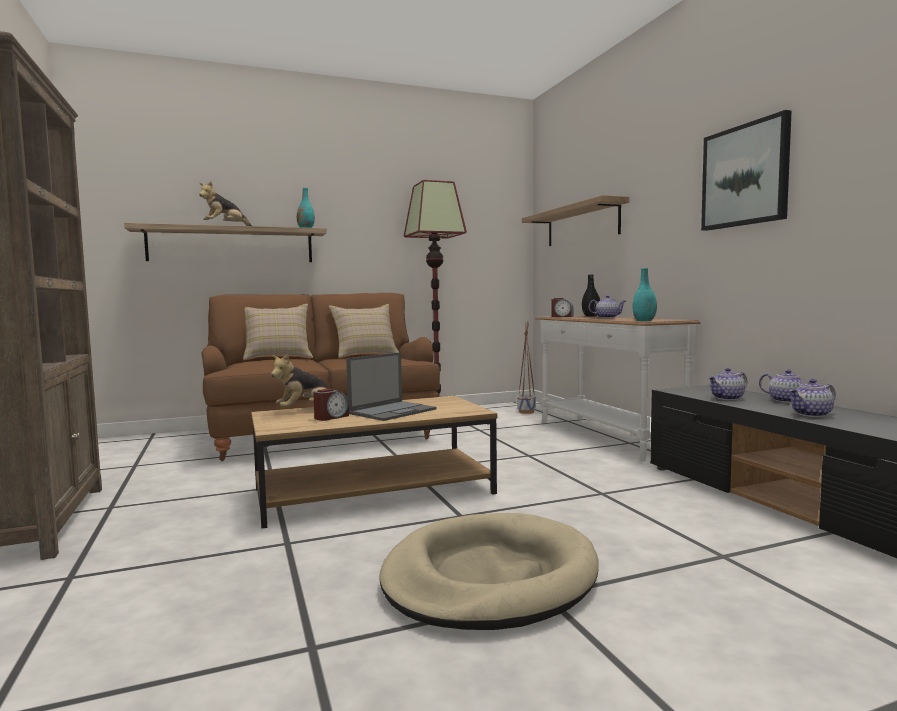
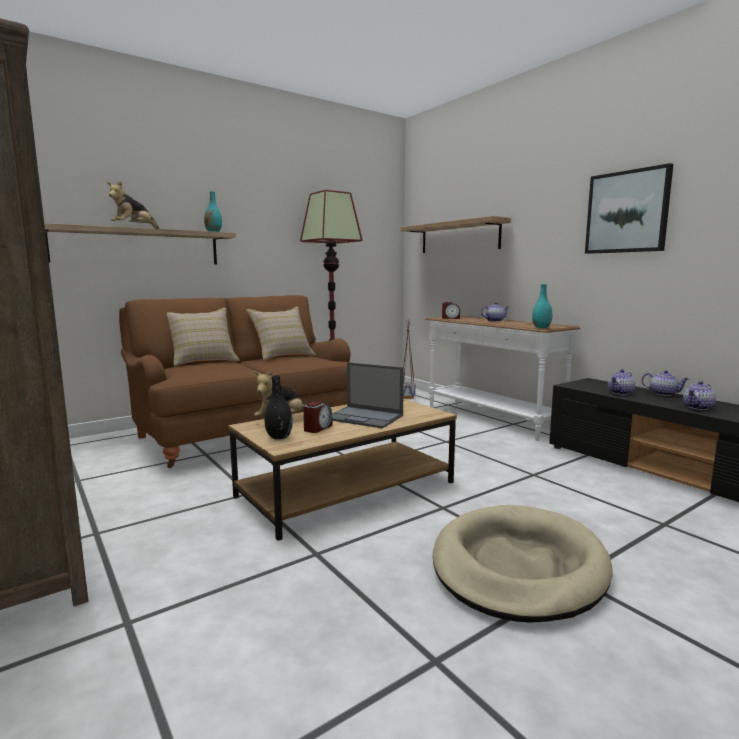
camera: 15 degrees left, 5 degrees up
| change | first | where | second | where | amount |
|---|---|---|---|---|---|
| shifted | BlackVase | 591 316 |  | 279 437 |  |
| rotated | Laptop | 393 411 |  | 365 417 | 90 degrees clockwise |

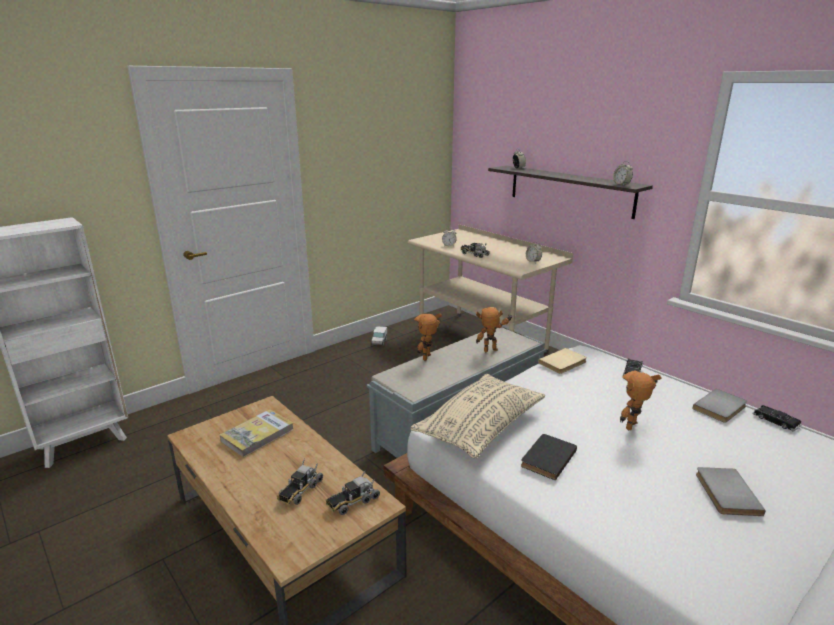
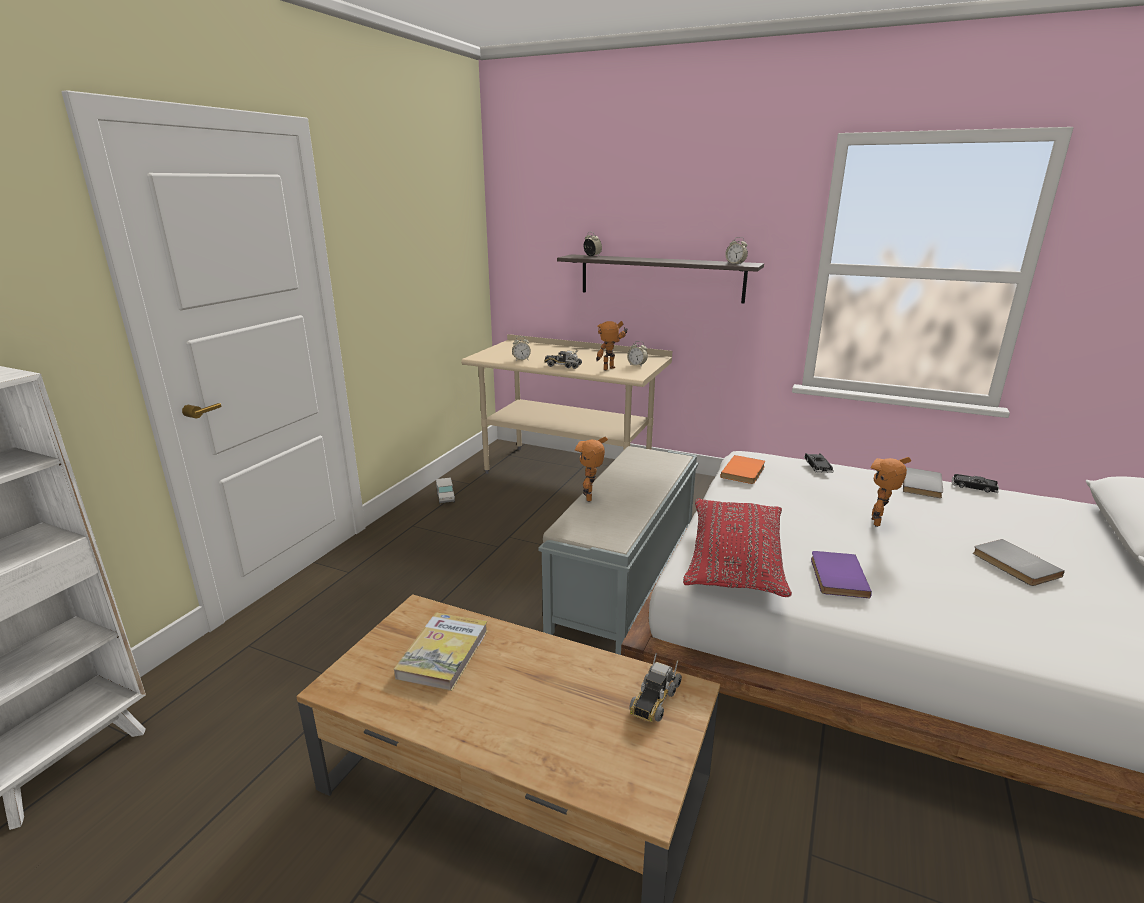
camera: 25 degrees left, 0 degrees up
| change | first | where | second | where | amount |
|---|---|---|---|---|---|
| gone | ToyTruck | 300 490 |  |  |  |
| shifted | ToyRobot | 492 352 |  | 611 369 |  |
| repainted | BeigePillow | 480 426 | RedPillow | 734 561 |  |
| repainted | BlackBook | 546 457 | PurpleBook | 836 576 |  |
| repainted | BeigeBook | 563 363 | OrangeBook | 745 472 |  |

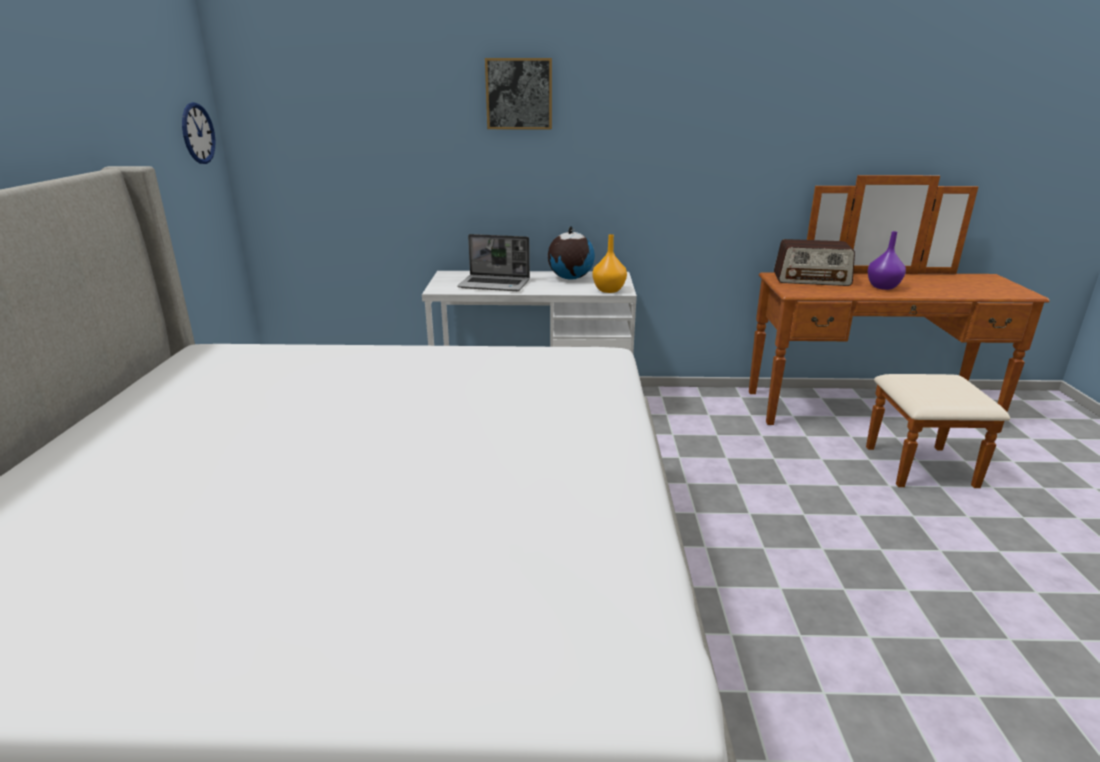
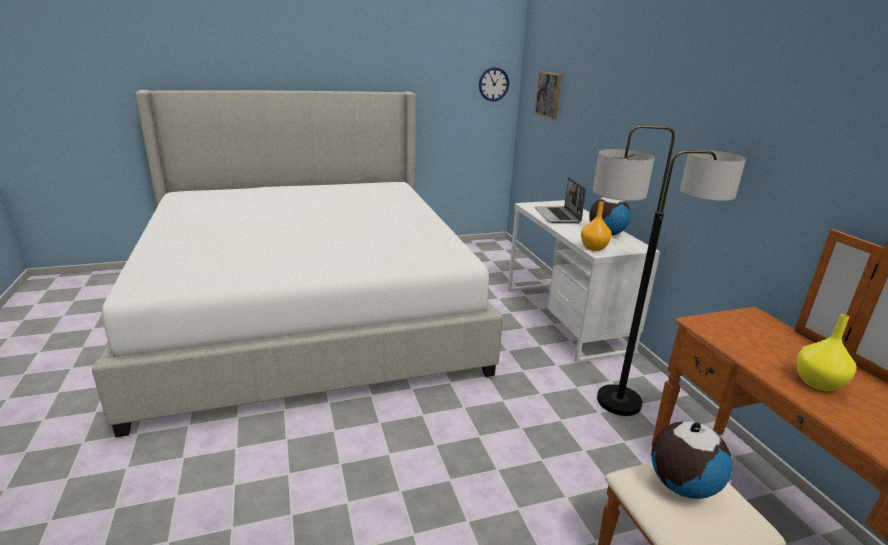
camera: 70 degrees right, 0 degrees up
| change | first | where | second | where | amount |
|---|---|---|---|---|---|
| gone | Radio | 811 279 |  |  |  |
| new |  |  | FloorLamp | 619 401 |  |
| new |  |  | Globe | 681 485 |  |
| shifted | Picture | 519 94 |  | 548 94 |  |
| repainted | PurpleVase | 883 287 | YellowVase | 818 384 |  |

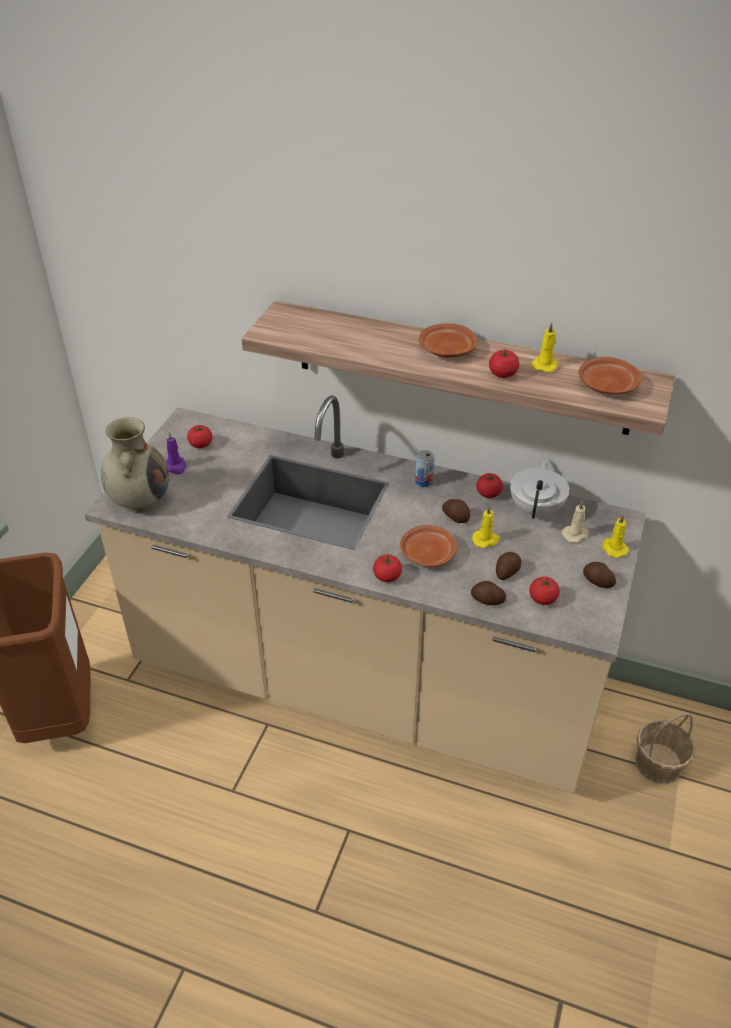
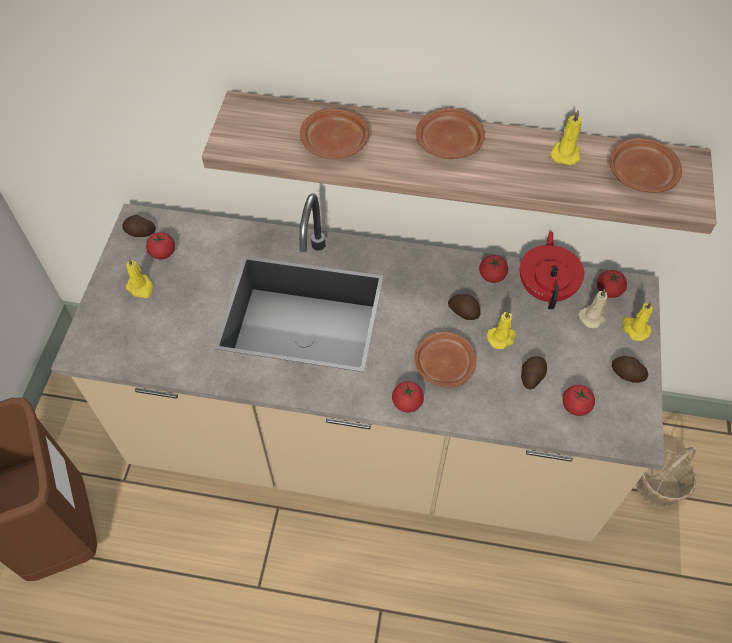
camera: 10 degrees left, 15 degrees up
| change | first | where | second | where | amount |
|---|---|---|---|---|---|
| gone | BeigeVase | 140 500 |  |  |  |
| gone | Can | 423 481 |  |  |  |
| new |  |  | BrownPlate | 335 143 |  |
| shifted | Potato | 487 601 |  | 140 233 |  |
| shifted | Tomato | 502 374 |  | 608 290 |  |
| repainted | PurpleCandle | 175 467 | YellowCandle | 141 288 |  |
| repainted | WhiteTeapot | 536 509 | RedTeapot | 546 288 |  |

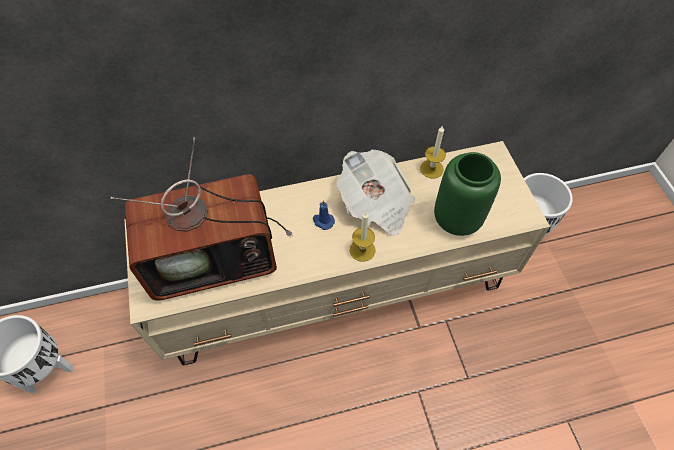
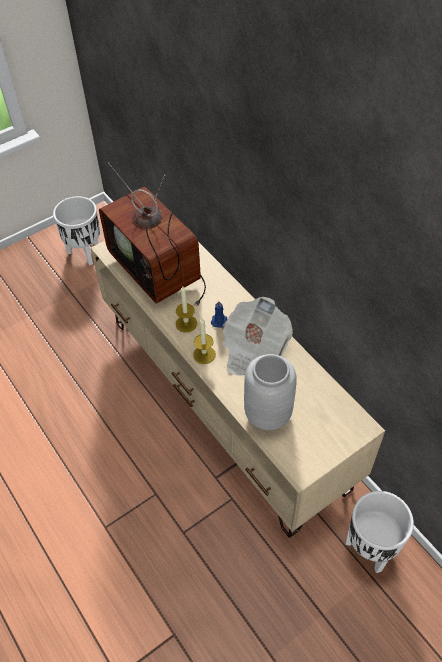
camera: 70 degrees right, 5 degrees down
| change | first | where | second | where | amount |
|---|---|---|---|---|---|
| shifted | Candle | 431 169 |  | 186 323 |  |
| repainted | GreenVase | 457 218 | GreyVase | 269 413 |  |

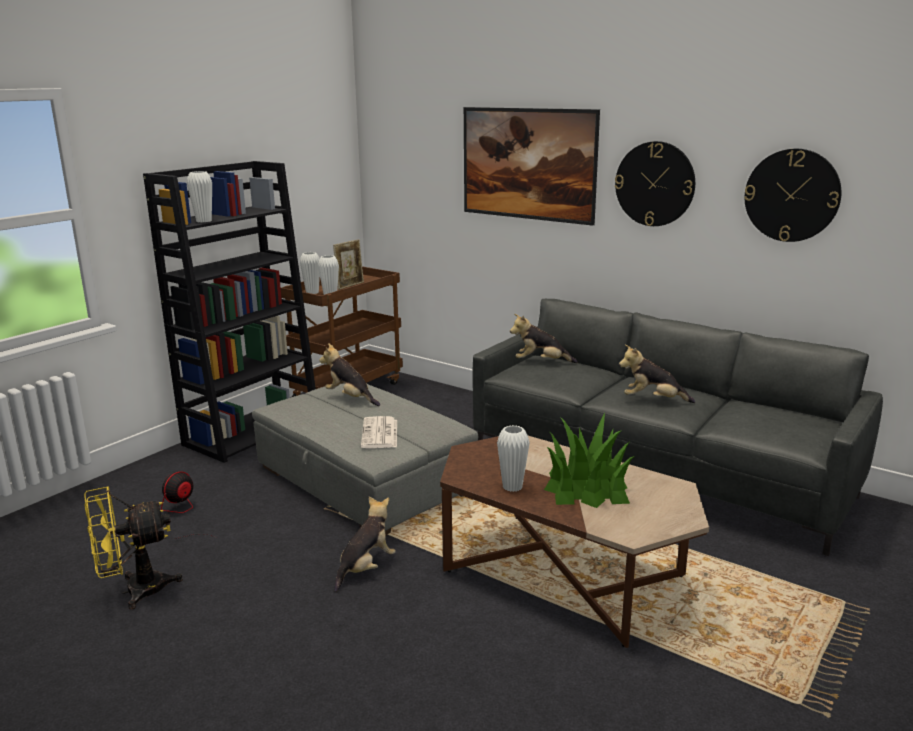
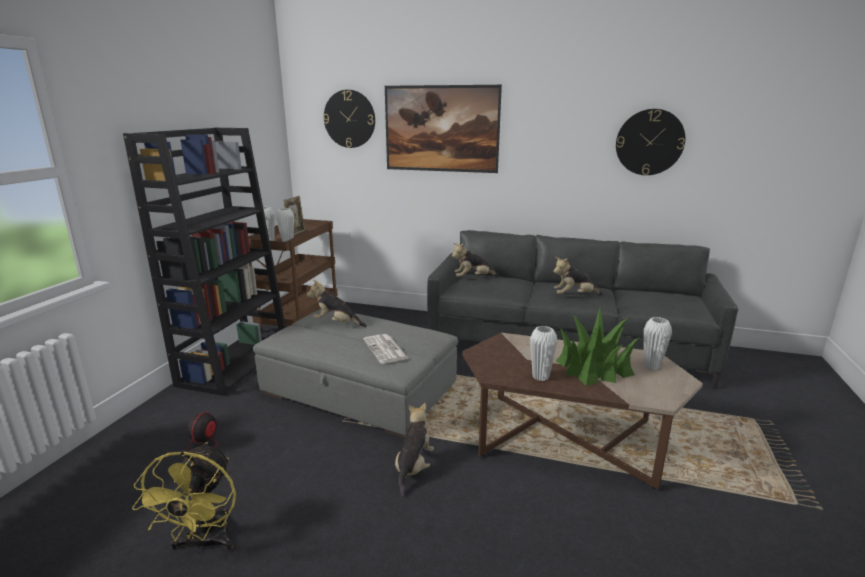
camera: 20 degrees left, 0 degrees up
| change | first | where | second | where | amount |
|---|---|---|---|---|---|
| shifted | WhiteVase | 204 221 |  | 651 366 |  |
| shifted | WallClock | 655 184 |  | 349 119 |  |
| rotated | YellowFan | 135 591 |  | 204 544 | 45 degrees counterclockwise |

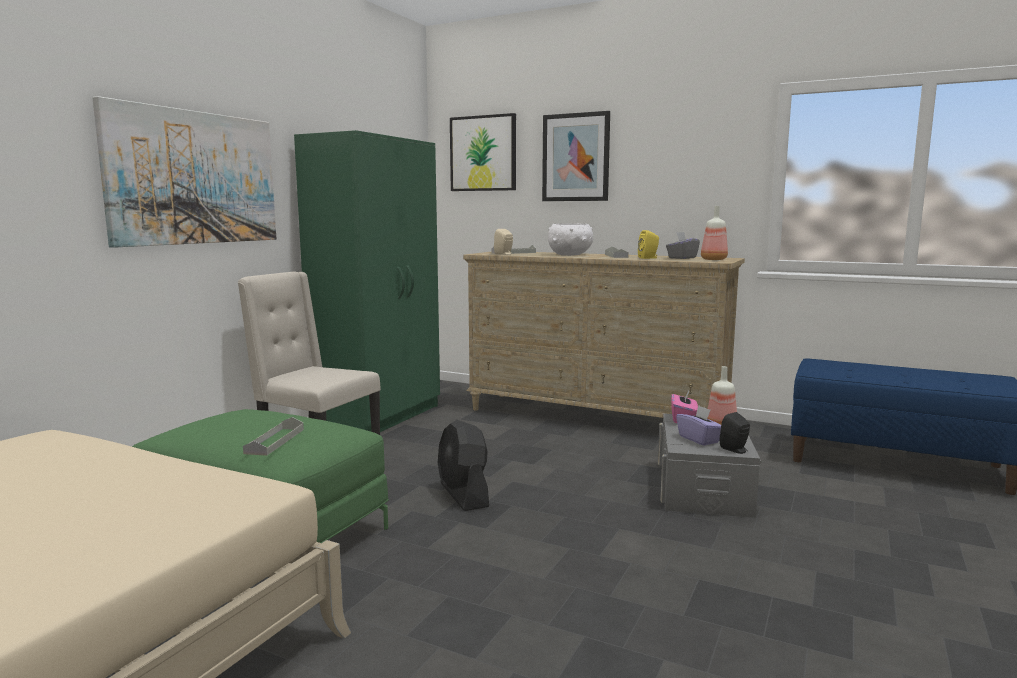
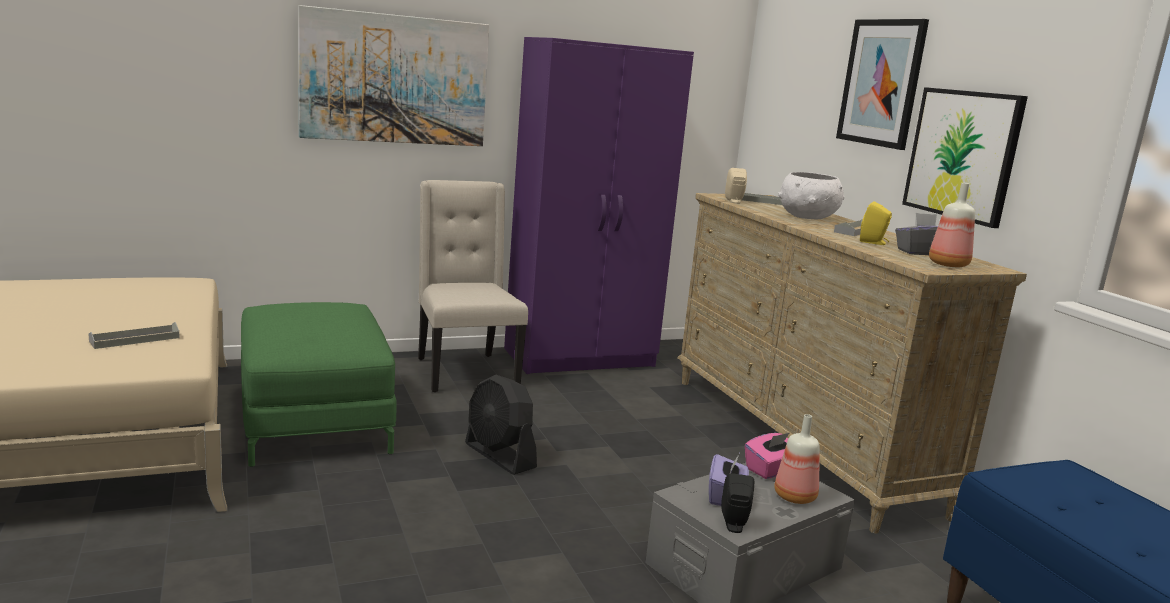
camera: 40 degrees right, 5 degrees up
| change | first | where | second | where | amount |
|---|---|---|---|---|---|
| shifted | GreyTray | 275 441 |  | 135 339 |  |
| shifted | Picture | 483 153 |  | 962 154 |  |
| repainted | GreenWardrobe | 380 417 | PurpleWardrobe | 581 358 |  |
| rotated | BlackFan | 463 495 |  | 500 456 | 60 degrees counterclockwise |

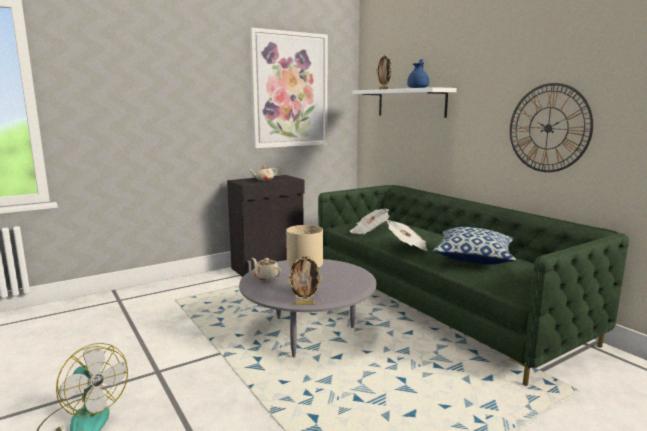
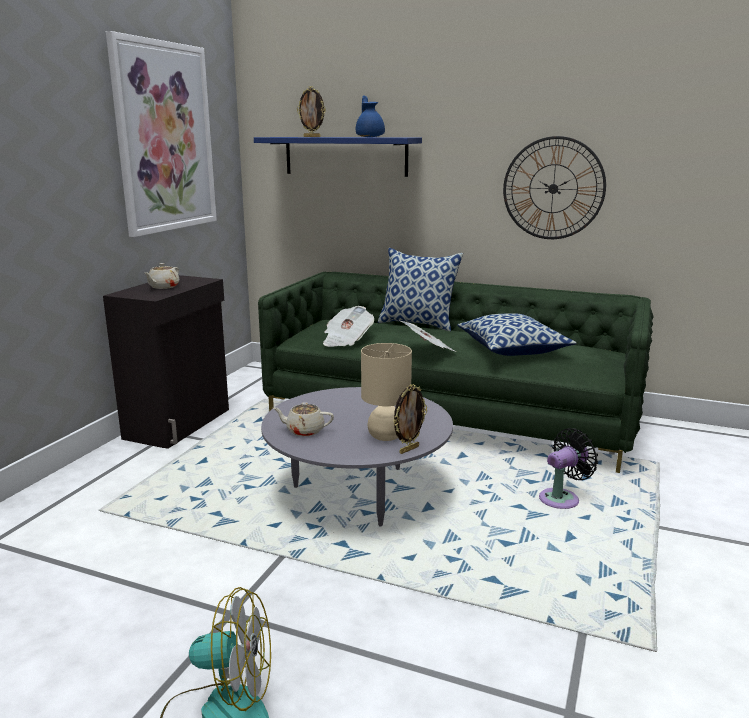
camera: 35 degrees left, 5 degrees up
| change | first | where | second | where | amount |
|---|---|---|---|---|---|
| new |  |  | Pillow | 418 324 |  |
| new |  |  | BlackFan | 562 498 |  |
| repainted | WhiteShelf | 411 103 | BlueShelf | 345 156 |  |

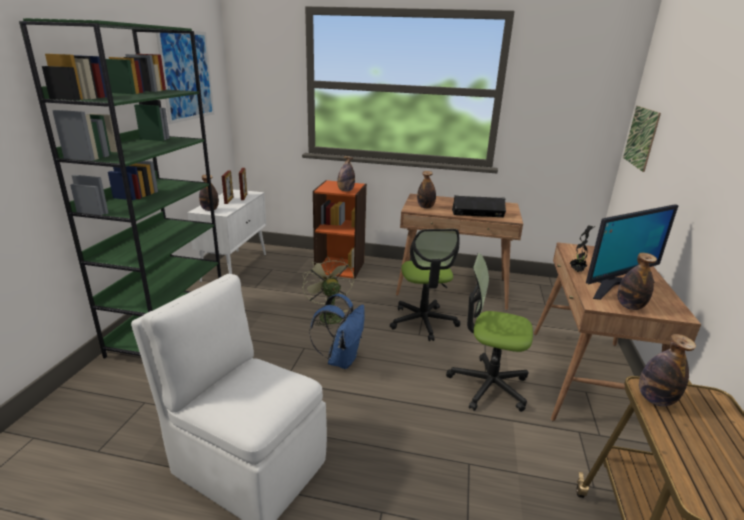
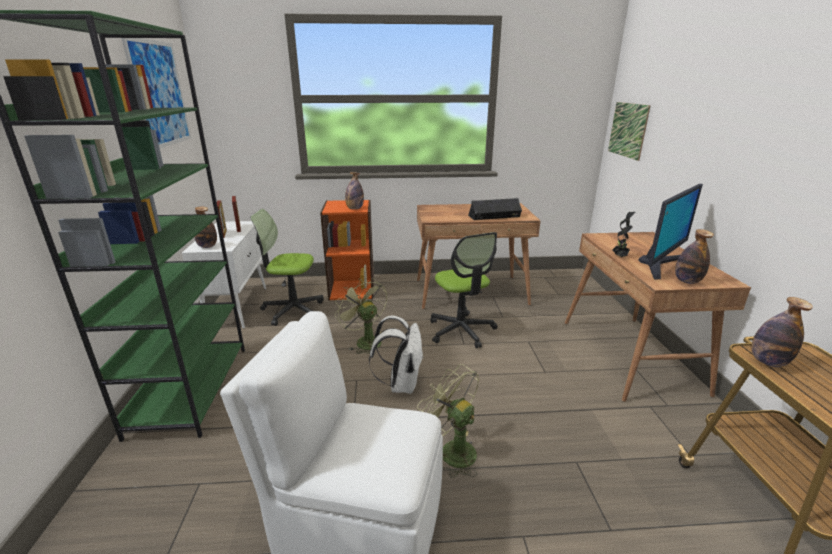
camera: 15 degrees left, 0 degrees up
| change | first | where | second | where | amount |
|---|---|---|---|---|---|
| gone | Bottle | 425 207 |  |  |  |
| new |  |  | GreenFan | 451 451 |  |
| shifted | OfficeChair | 488 385 |  | 292 310 |  |
| repainted | BlueBackpack | 341 359 | WhiteBackpack | 401 384 |  |

